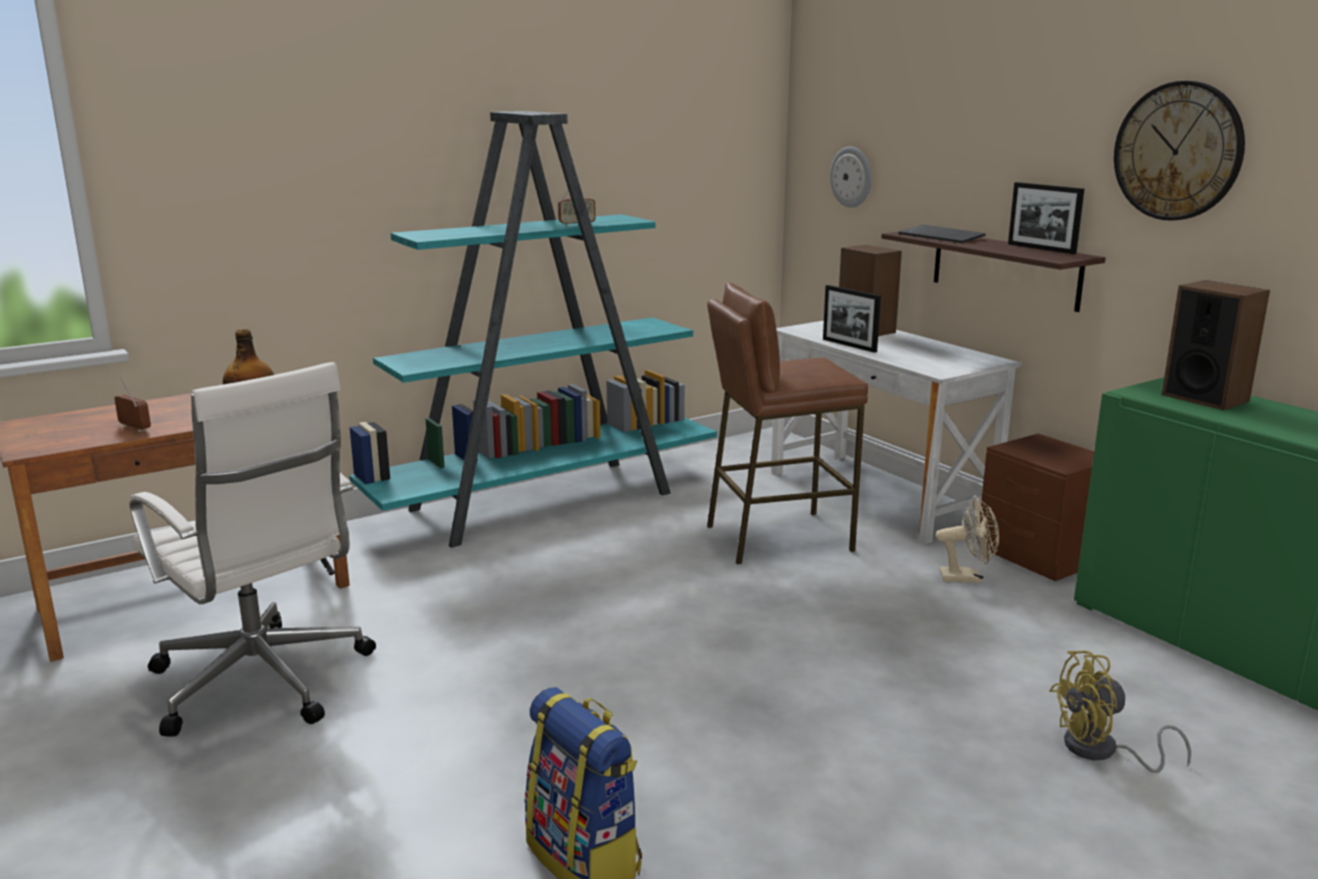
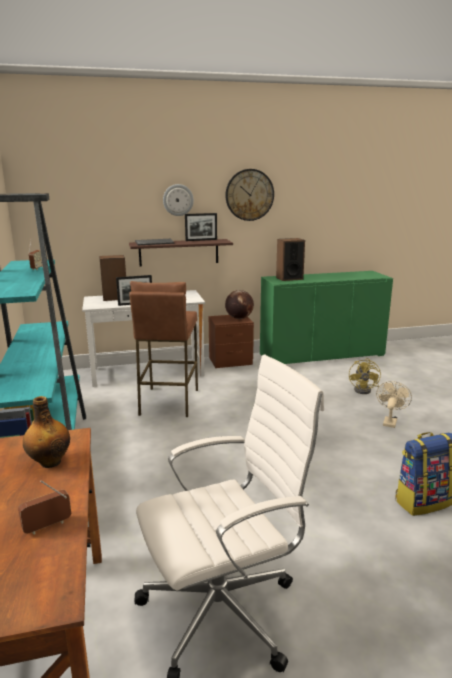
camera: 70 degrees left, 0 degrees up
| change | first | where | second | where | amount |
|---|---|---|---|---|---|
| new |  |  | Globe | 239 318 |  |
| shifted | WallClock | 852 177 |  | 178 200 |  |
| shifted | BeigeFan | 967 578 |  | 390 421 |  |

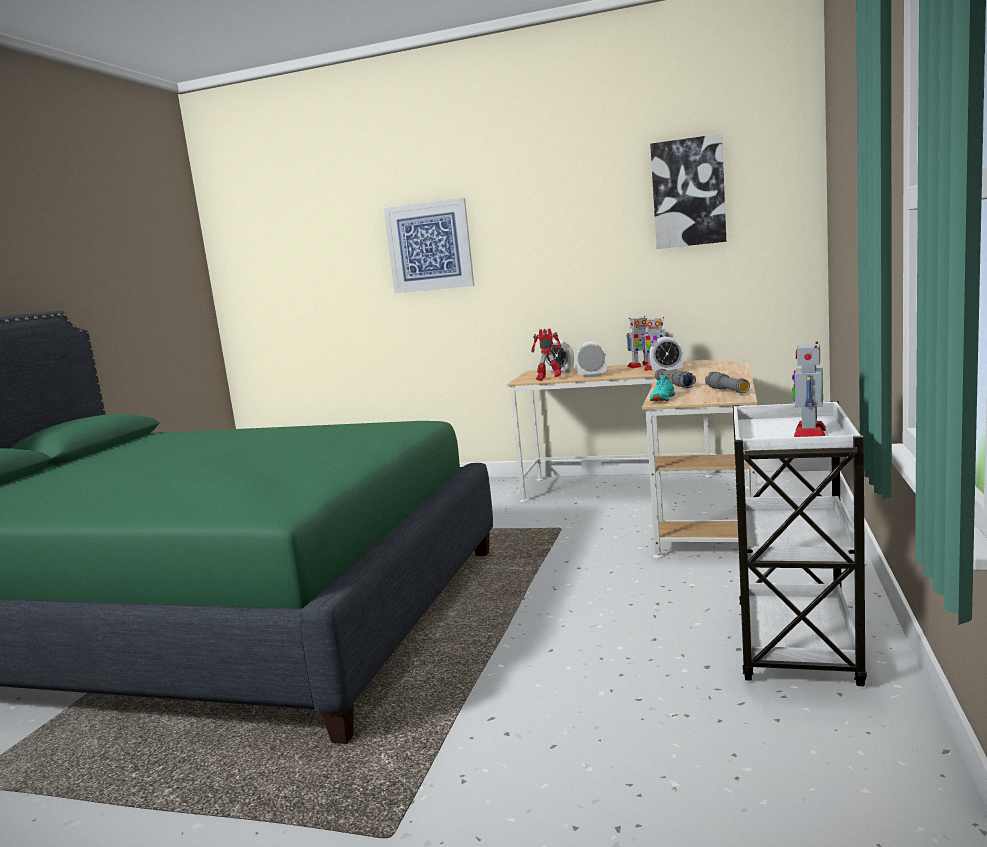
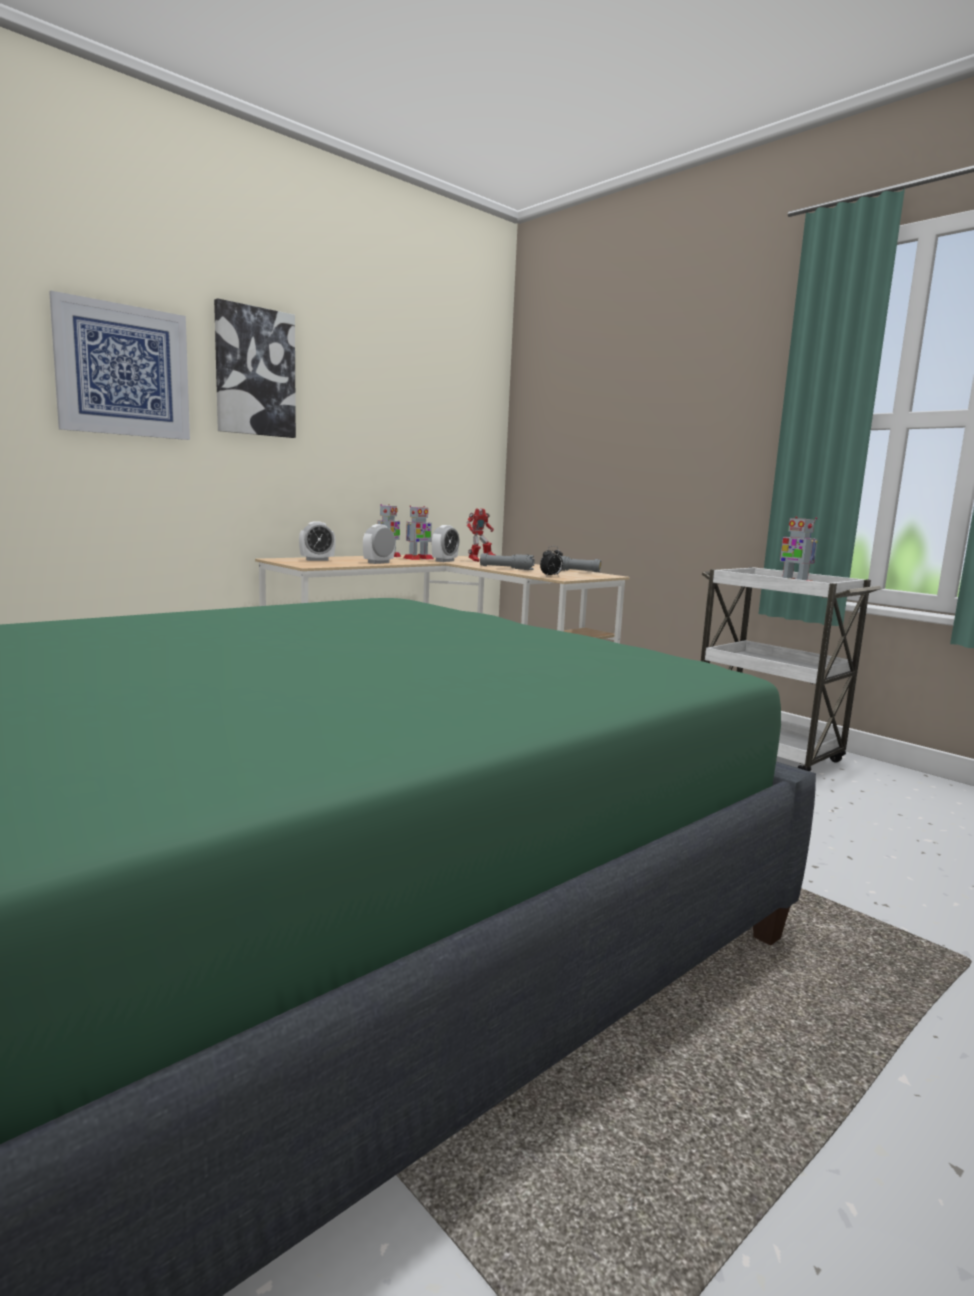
camera: 60 degrees left, 0 degrees up
| change | first | where | second | where | amount |
|---|---|---|---|---|---|
| shifted | ToyRobot | 548 379 |  | 480 561 |  |
| shifted | Picture | 688 193 |  | 255 372 |  |
| swapped | TurquoiseShoe | 661 399 | AlarmClock | 551 576 |  |

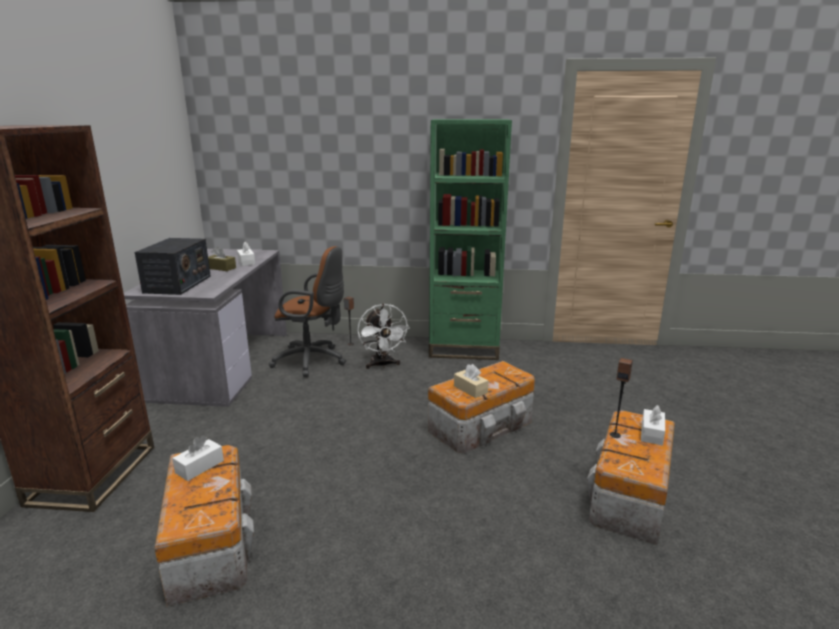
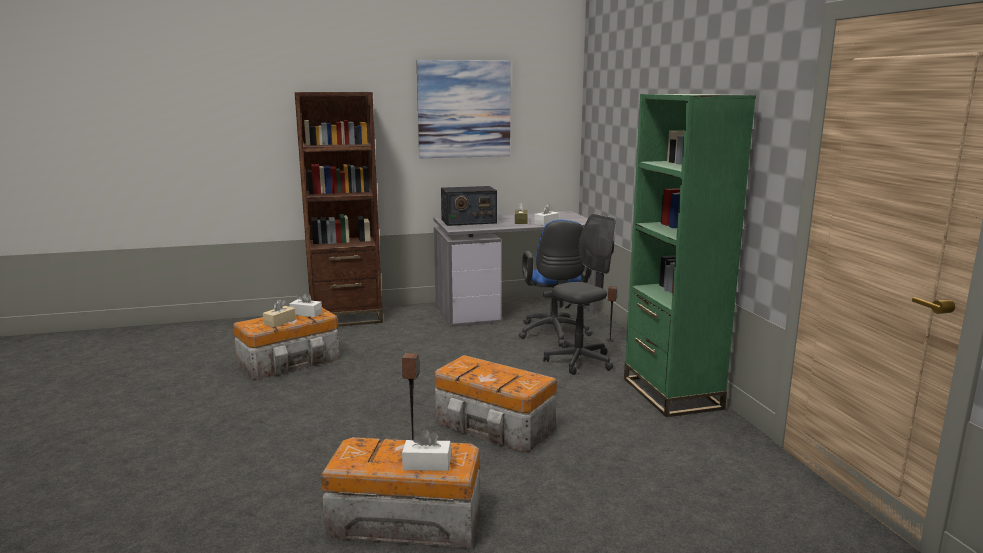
camera: 70 degrees right, 5 degrees down
| change | first | where | second | where | amount |
|---|---|---|---|---|---|
| new |  |  | Picture | 464 109 |  |
| shifted | BeigeTissueBox | 470 389 |  | 280 322 |  |
| swapped | WhiteFan | 382 365 | GreyOfficeChair | 579 361 |  |
| repainted | BrownOfficeChair | 313 361 | BlueOfficeChair | 554 334 |  |

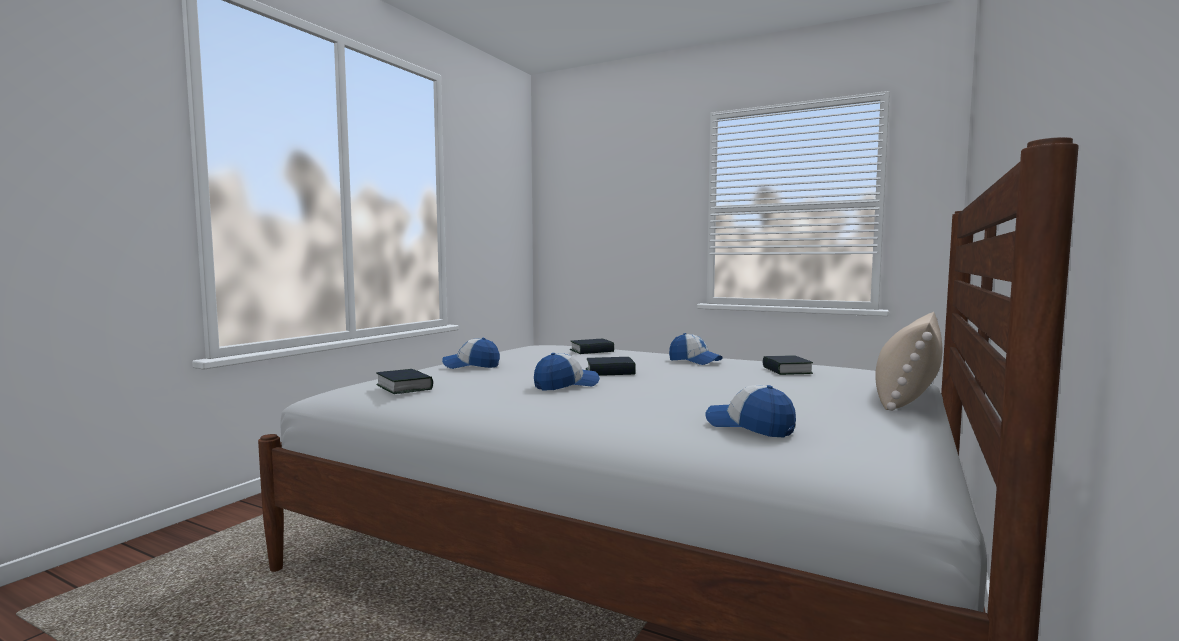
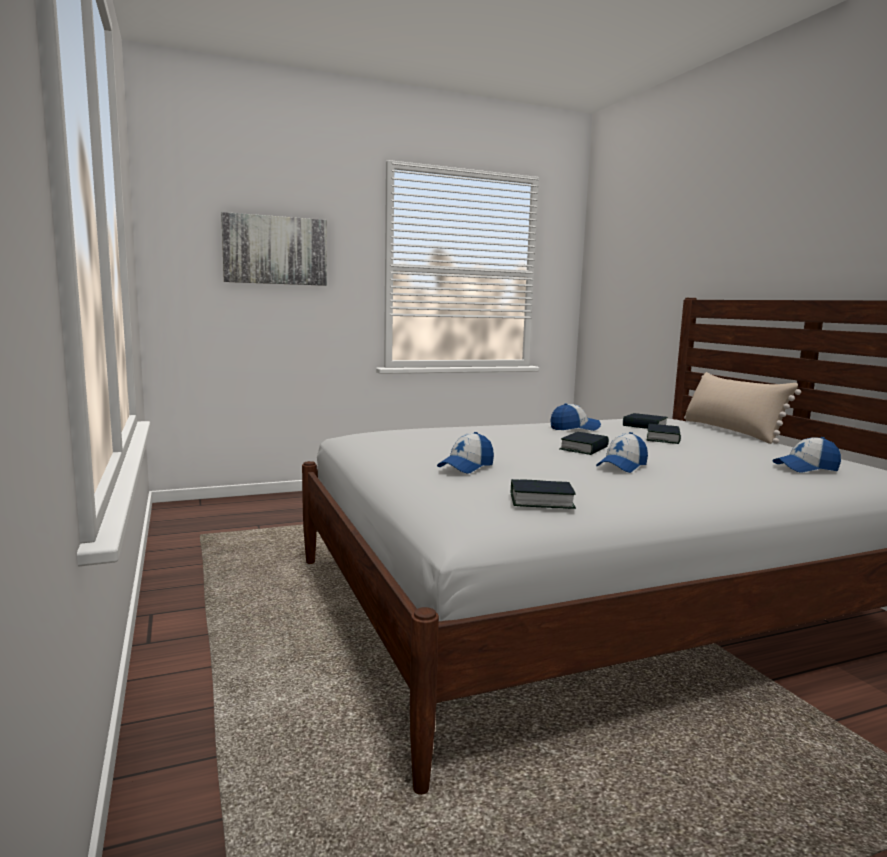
camera: 50 degrees left, 5 degrees up
| change | first | where | second | where | amount |
|---|---|---|---|---|---|
| new |  |  | Picture | 275 250 |  |
| shifted | Book | 592 351 |  | 663 438 |  |
| rotated | Cap | 566 385 |  | 622 466 | 150 degrees counterclockwise |

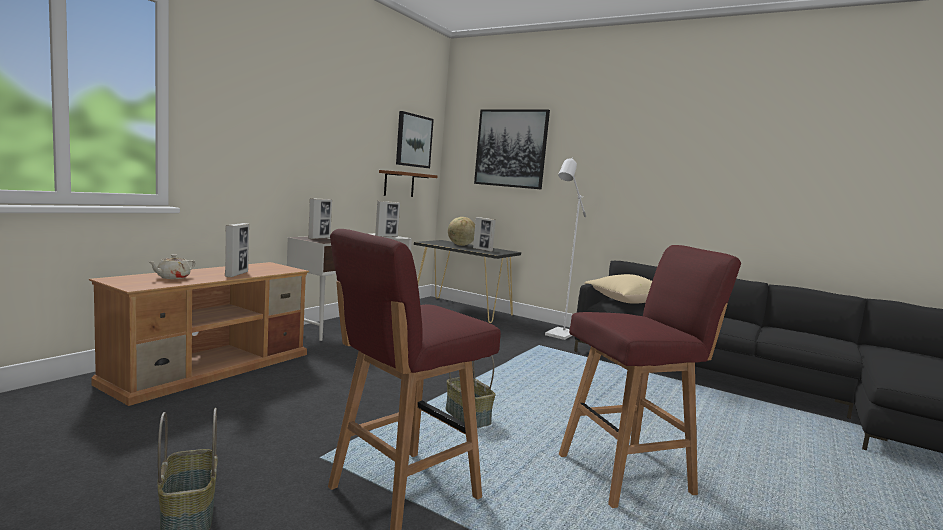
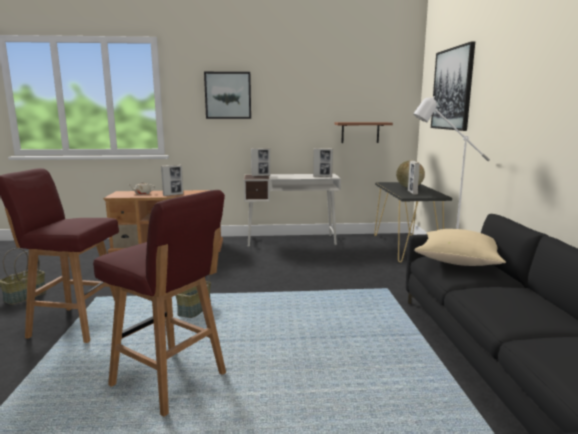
camera: 55 degrees right, 5 degrees up
| change | first | where | second | where | amount |
|---|---|---|---|---|---|
| shifted | Picture | 413 140 |  | 228 95 |  |

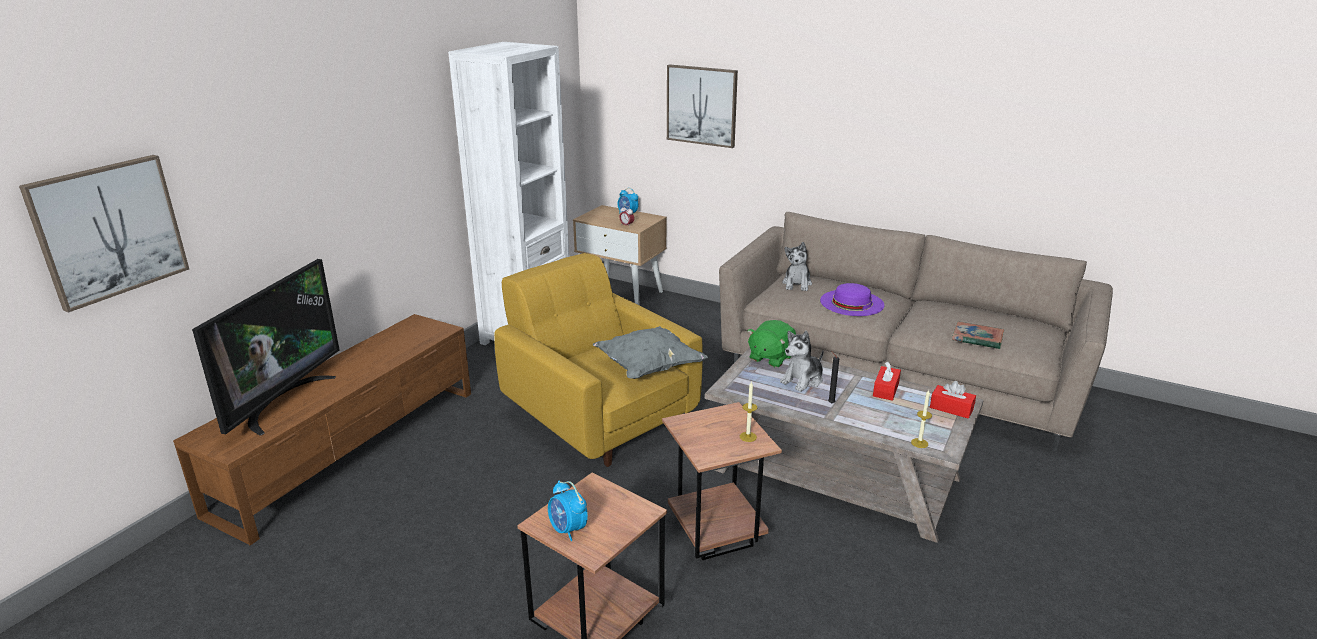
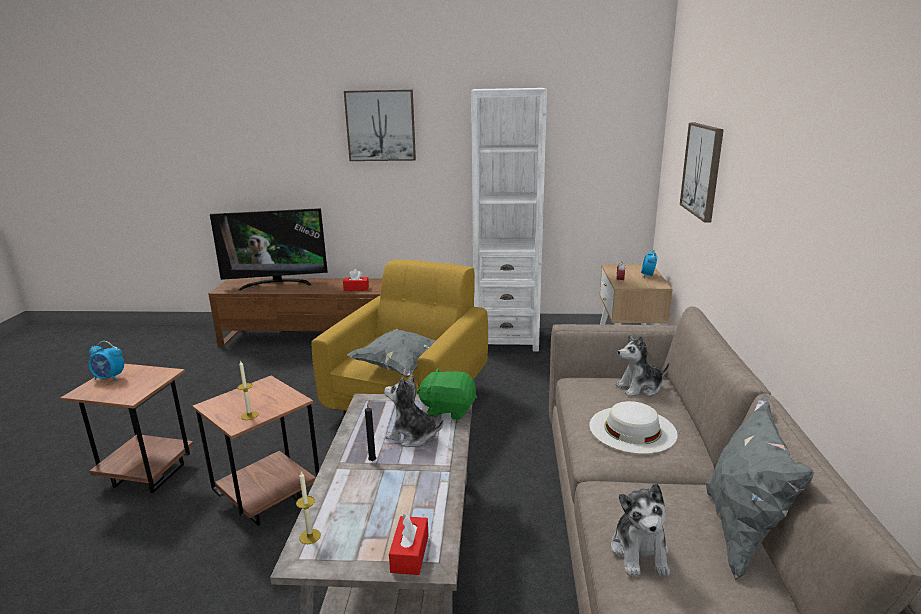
camera: 65 degrees right, 5 degrees down
| change | first | where | second | where | amount |
|---|---|---|---|---|---|
| new |  |  | GreyPillow | 742 532 |  |
| shifted | Picture | 109 230 |  | 380 125 |  |
| shifted | RedTissueBox | 886 389 |  | 356 288 |  |
| swapped | Book | 977 338 | PlushToy | 640 552 |  |
| repainted | PurpleHat | 851 302 | WhiteHat | 632 429 |  |
| rotated | AlarmClock | 568 530 |  | 109 378 | 105 degrees counterclockwise |

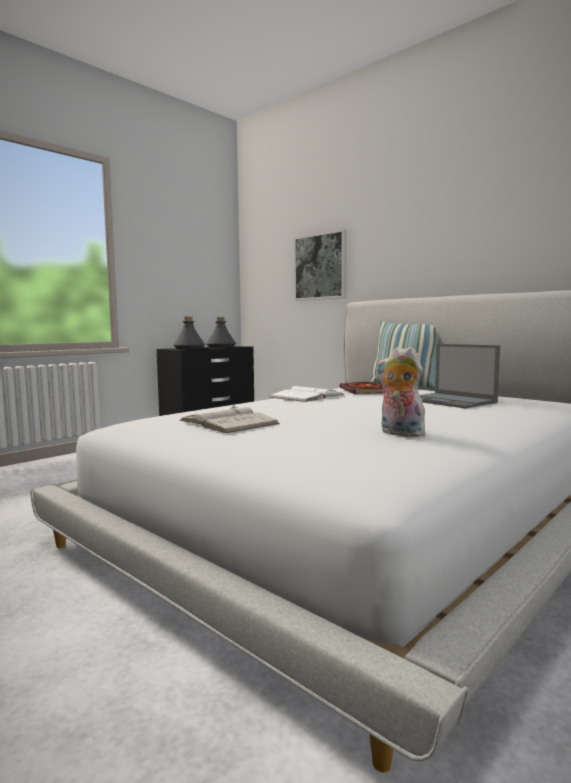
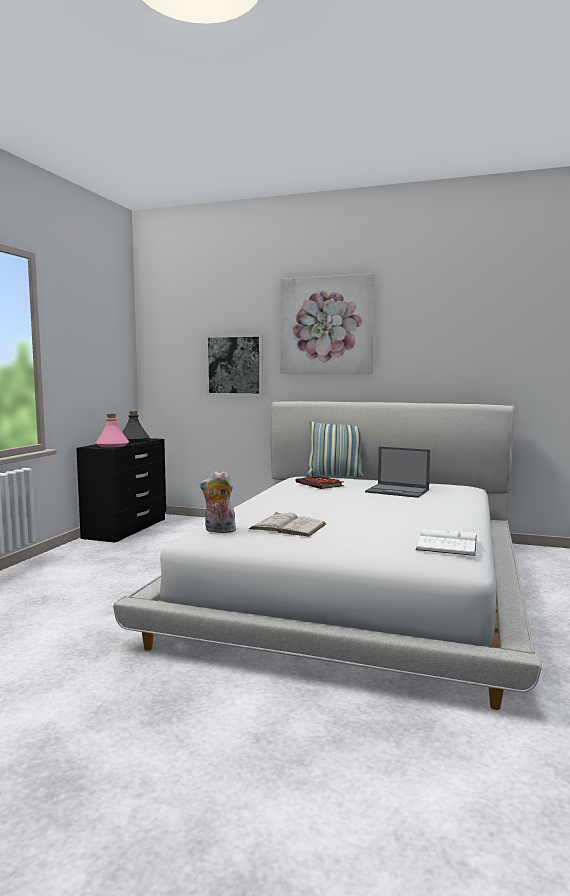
camera: 25 degrees left, 0 degrees up
| change | first | where | second | where | amount |
|---|---|---|---|---|---|
| new |  |  | Picture | 326 325 |  |
| shifted | WhiteBook | 307 396 |  | 447 542 |  |
| shifted | PlushToy | 399 434 |  | 218 531 |  |
| repainted | GreyBottle | 189 348 | PinkBottle | 112 445 |  |

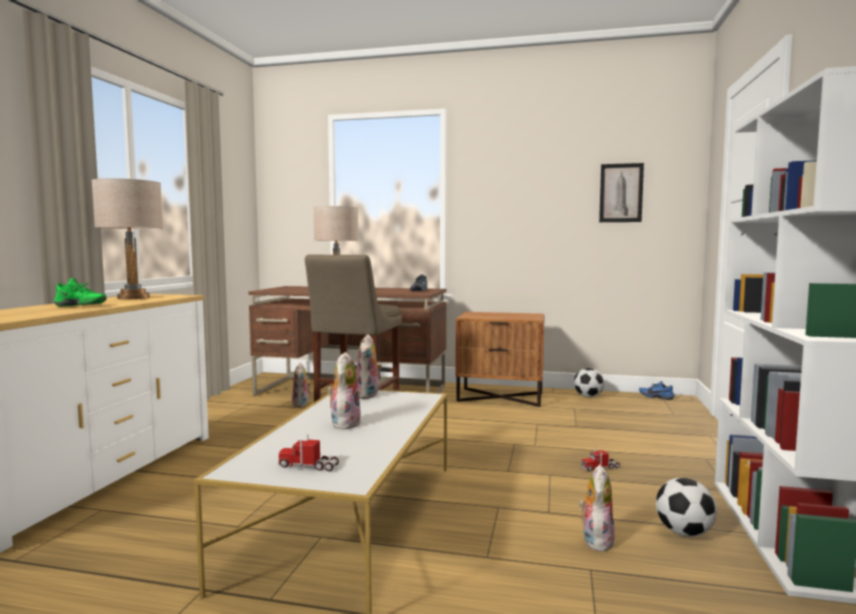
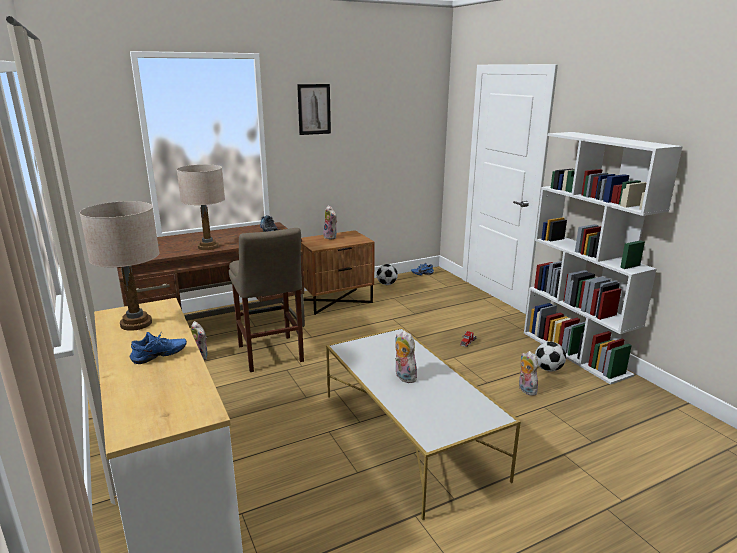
camera: 40 degrees left, 15 degrees up
| change | first | where | second | where | amount |
|---|---|---|---|---|---|
| gone | ToyTruck | 308 466 |  |  |  |
| shifted | PlushToy | 368 395 |  | 331 237 |  |
| shifted | Picture | 621 193 |  | 314 109 |  |
| repainted | GreenShoe | 79 306 | BlueShoe | 160 357 |  |

